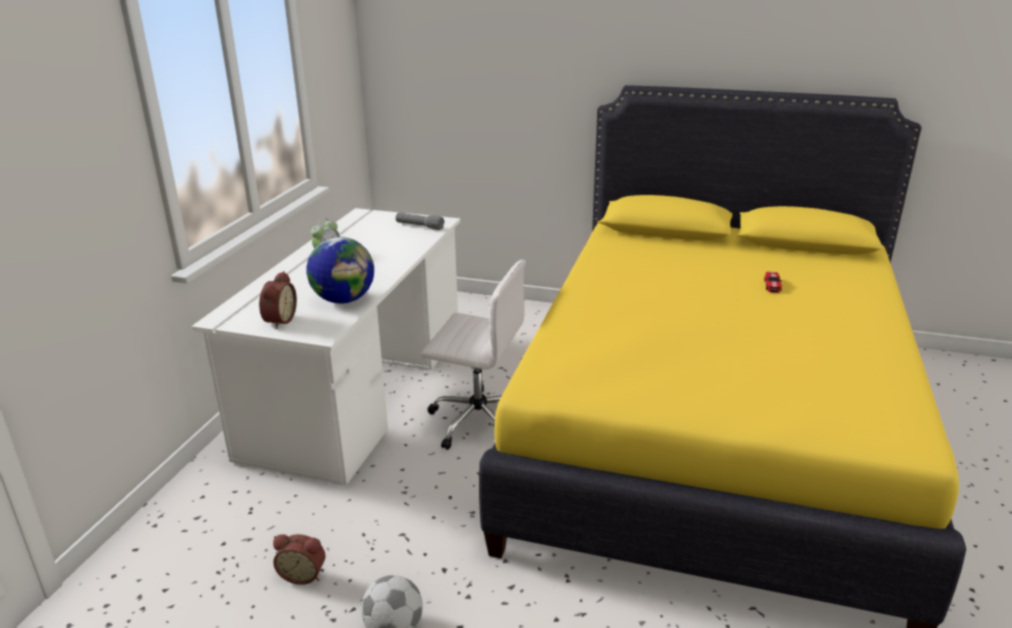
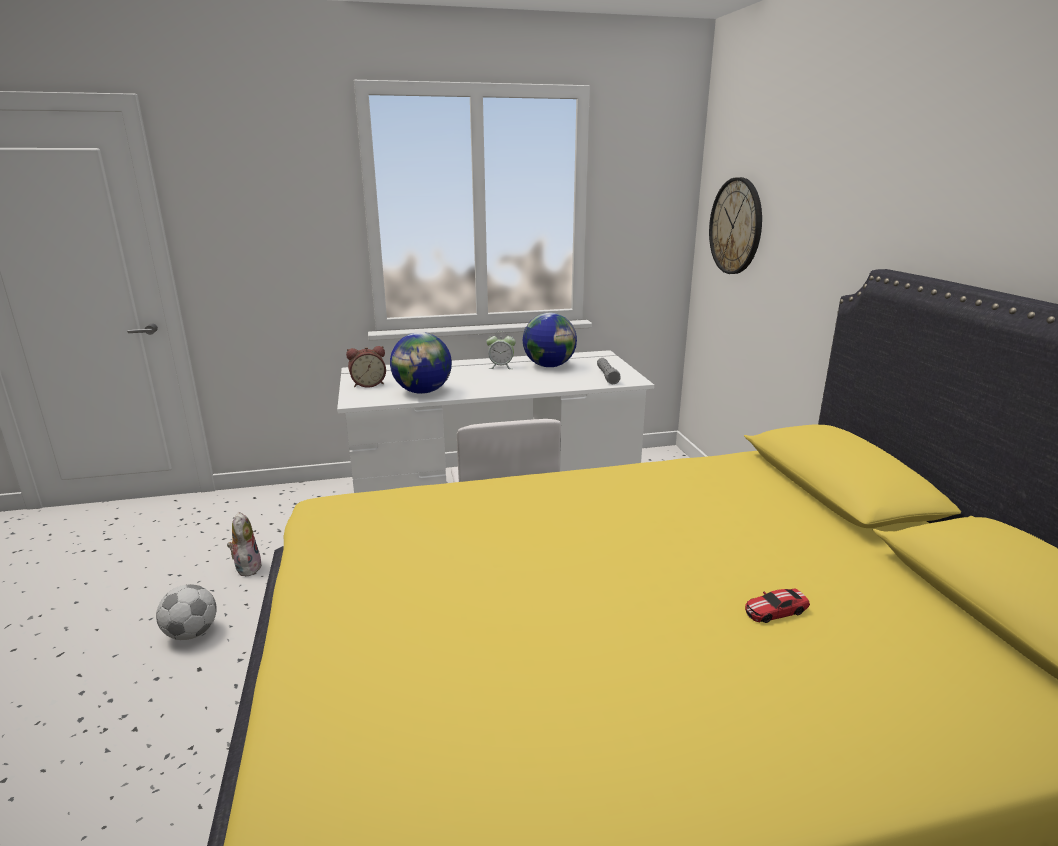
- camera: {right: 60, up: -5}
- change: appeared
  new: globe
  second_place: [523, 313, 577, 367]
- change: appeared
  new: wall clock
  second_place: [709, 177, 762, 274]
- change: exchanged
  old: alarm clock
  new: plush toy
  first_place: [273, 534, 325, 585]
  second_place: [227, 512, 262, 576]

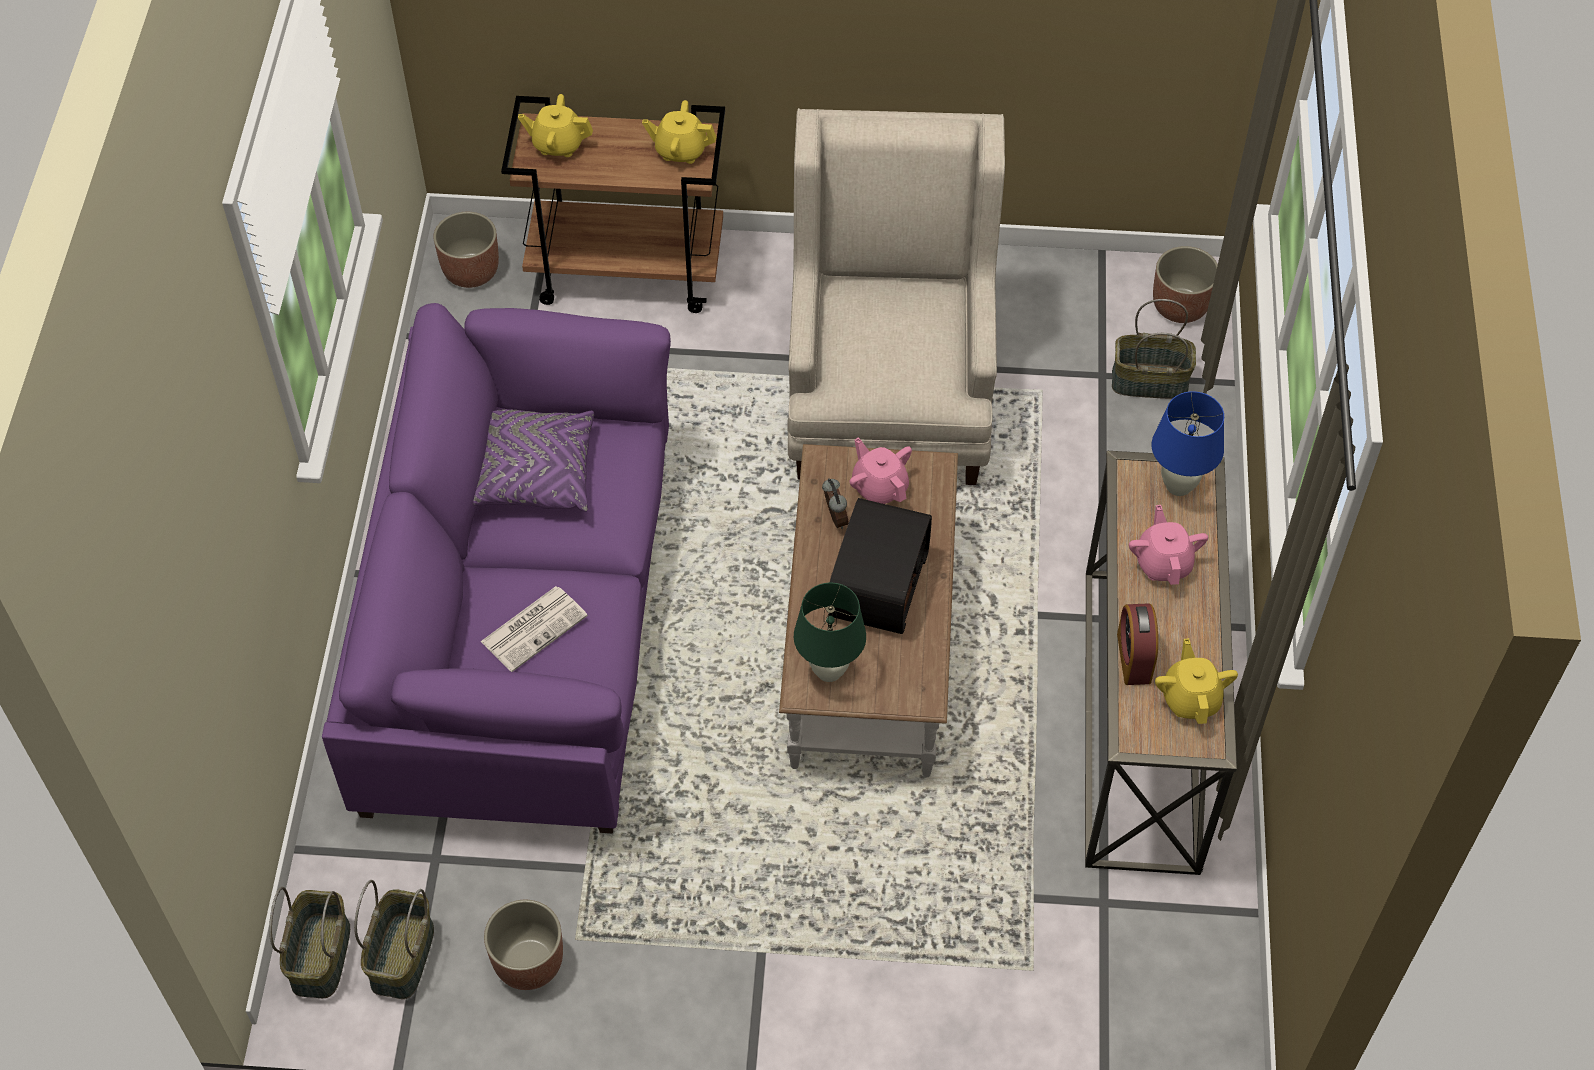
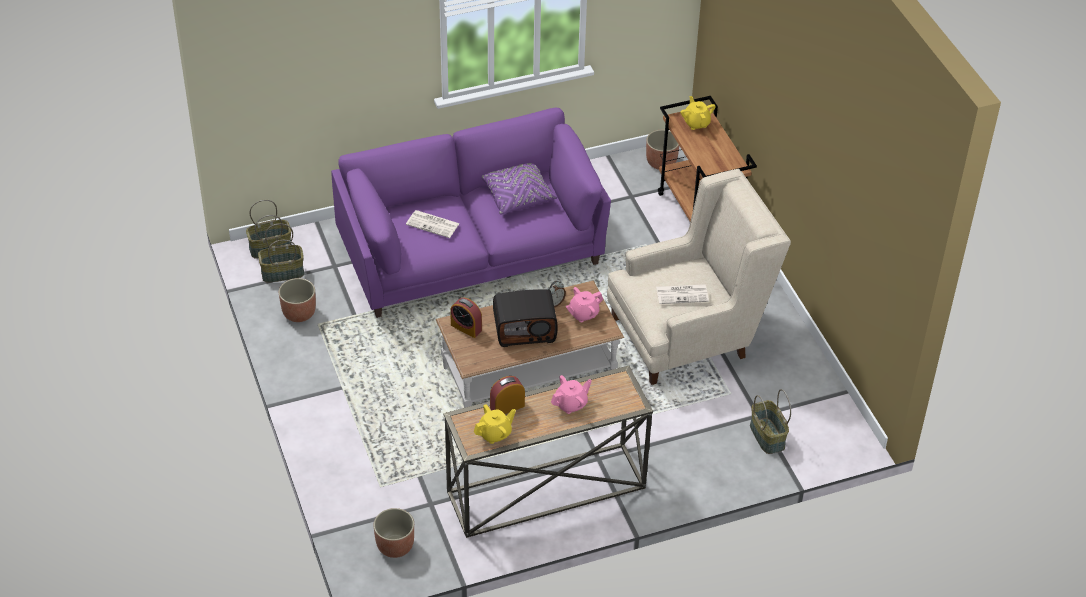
- camera: {right: 65, up: -10}
- change: missing
  old: teapot in yellow
  first_place: [642, 100, 717, 164]
- change: missing
  old: table lamp in blue
  first_place: [1152, 391, 1224, 496]
- change: appeared
  new: newspaper
  second_place: [656, 284, 709, 304]
- change: relocated
  old: planter
  first_place: [1153, 246, 1218, 323]
  second_place: [373, 508, 414, 558]
- change: exchanged
  old: table lamp in green
  new: alarm clock
  first_place: [794, 583, 866, 682]
  second_place: [450, 298, 482, 338]
- change: spun
  old: teapot in pink
  first_place: [850, 438, 912, 504]
  second_place: [565, 287, 603, 322]
  degrees: -150

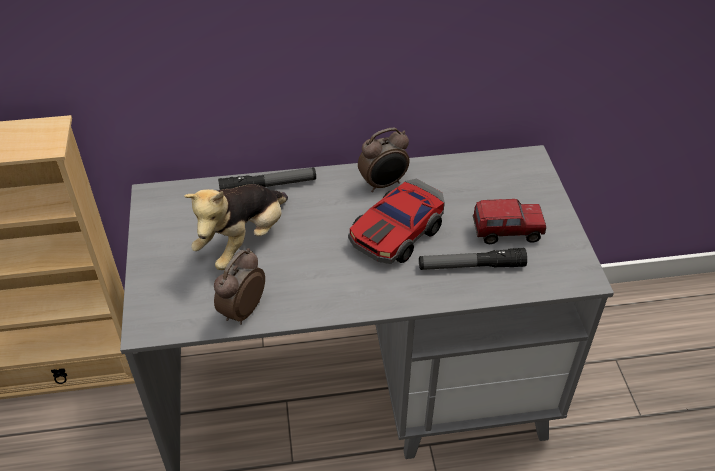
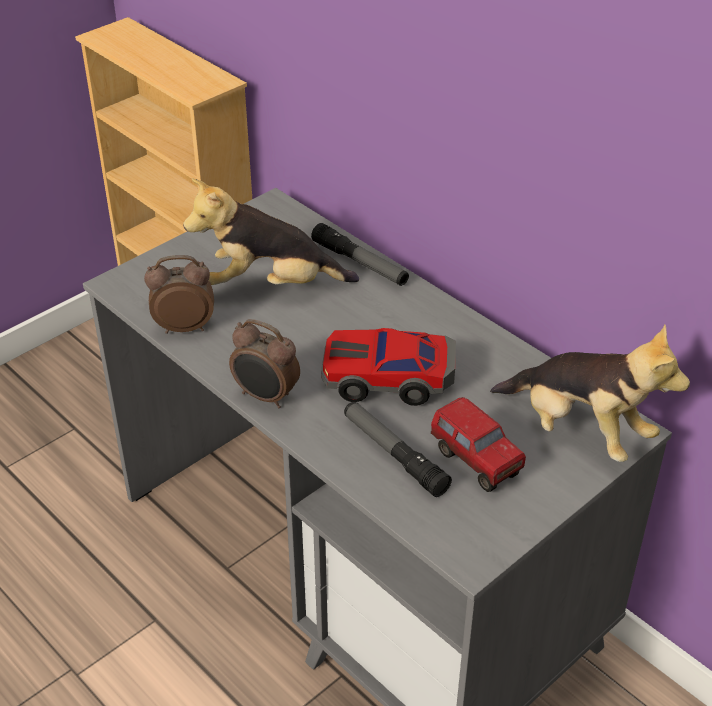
- camera: {right: 55, up: -5}
- change: appeared
  new: plush toy
  second_place: [490, 325, 690, 462]
- change: relocated
  old: alarm clock
  first_place: [358, 128, 410, 192]
  second_place: [229, 319, 300, 408]

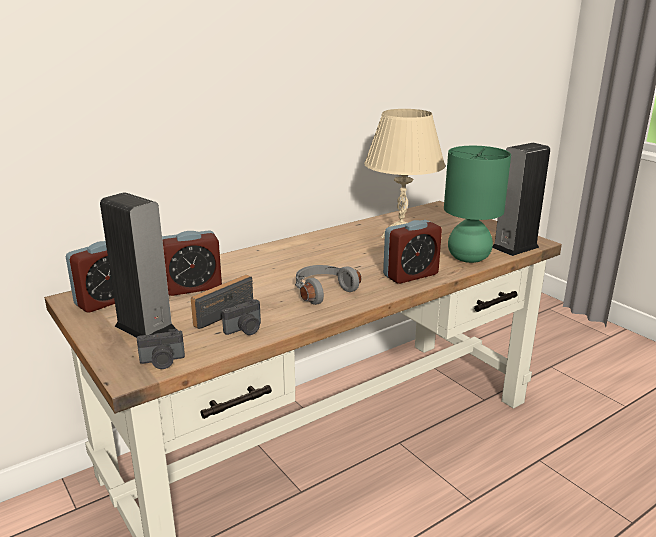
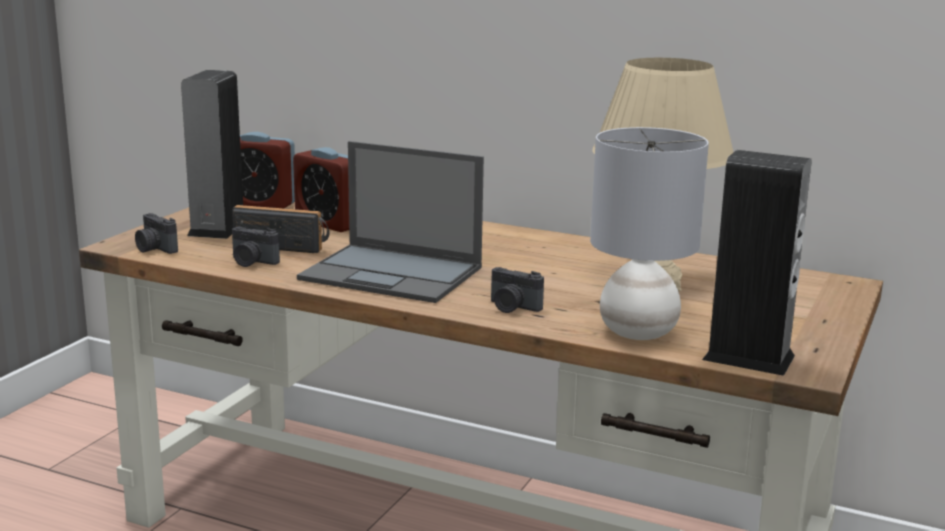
- camera: {right: 60, up: -5}
- change: exchanged
  old: headphones in grey
  new: laptop
  first_place: [295, 265, 361, 305]
  second_place: [297, 141, 484, 303]
- change: exchanged
  old: alarm clock
  new: photo camera
  first_place: [383, 220, 442, 284]
  second_place: [491, 267, 544, 313]
- change: colour
  old: table lamp in green
  new: table lamp in grey
  first_place: [444, 146, 511, 263]
  second_place: [590, 127, 709, 340]

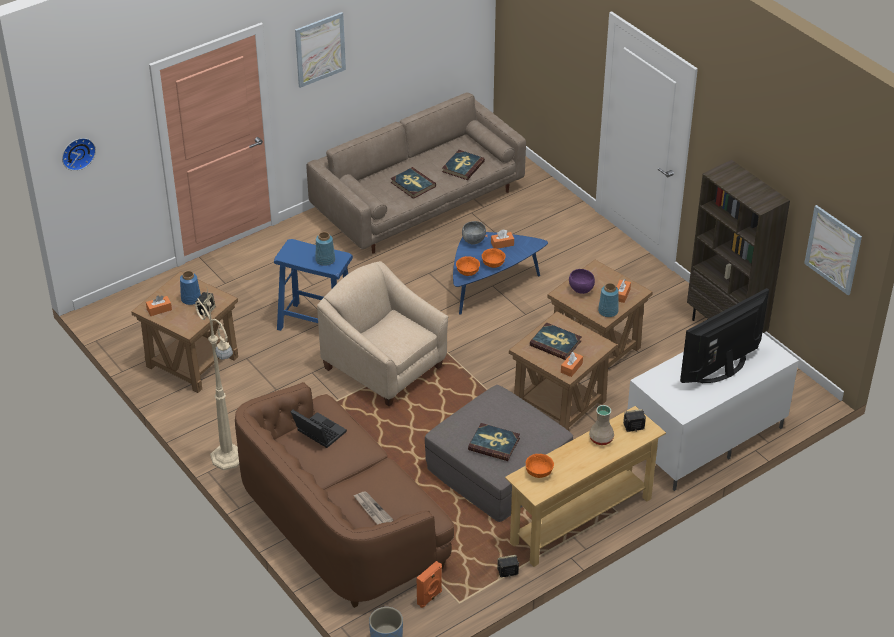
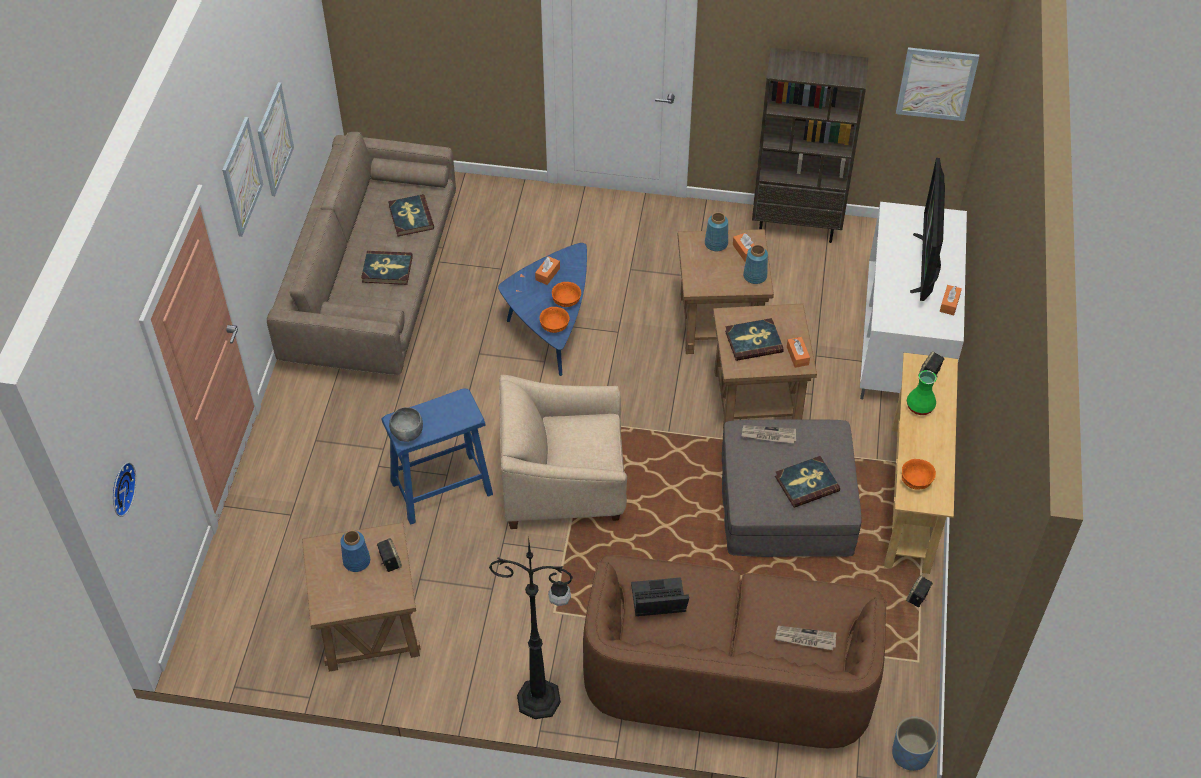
- camera: {right: -45, up: 10}
- change: missing
  old: speaker in orange
  first_place: [417, 561, 442, 608]
- change: missing
  old: bowl in purple
  first_place: [569, 269, 595, 294]
- change: appeared
  new: picture
  second_place: [258, 82, 294, 196]
- change: appeared
  new: newspaper
  second_place: [742, 425, 796, 443]
- change: relocated
  old: tissue box in orange
  first_place: [146, 295, 172, 316]
  second_place: [940, 285, 962, 315]
- change: relocated
  old: vase in blue
  first_place: [316, 232, 335, 266]
  second_place: [705, 212, 728, 251]
- change: relocated
  old: bowl in grey
  first_place: [462, 221, 486, 244]
  second_place: [389, 407, 423, 442]
- change: colour
  old: floor lamp in beige
  new: floor lamp in black
  first_place: [195, 289, 239, 470]
  second_place: [489, 538, 573, 719]
- change: colour
  old: vase in beige
  new: vase in green
  first_place: [589, 405, 614, 445]
  second_place: [907, 370, 937, 415]

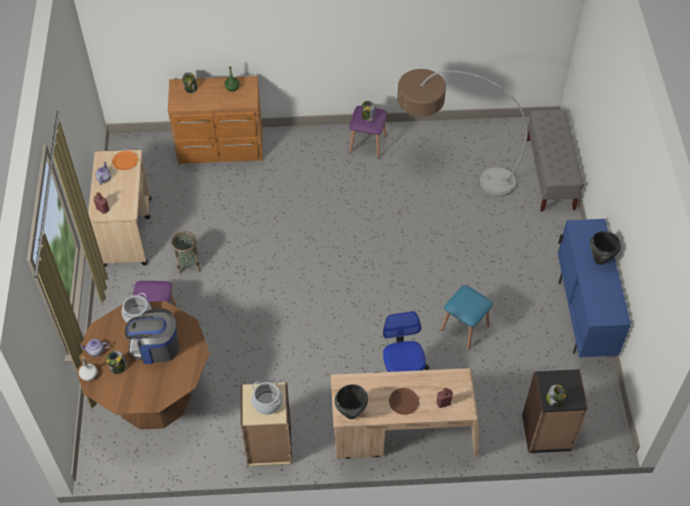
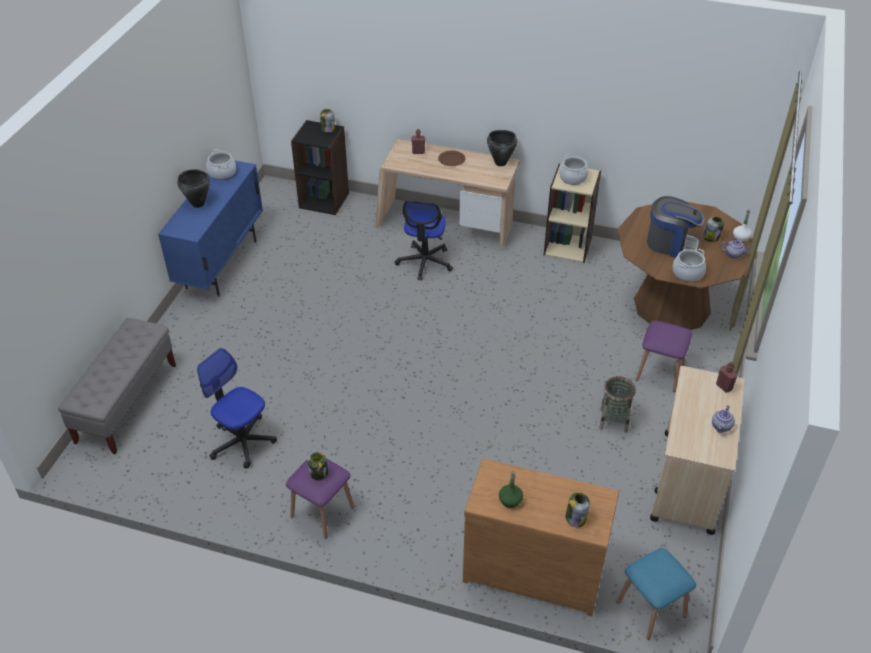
- camera: {right: -160, up: -10}
- change: missing
  old: plate in orange
  first_place: [112, 151, 138, 170]
- change: appeared
  new: cooking pot
  second_place: [207, 149, 236, 180]
- change: relocated
  old: stool in blue
  first_place: [441, 285, 493, 349]
  second_place: [617, 548, 696, 640]
- change: exchanged
  old: floor lamp
  new: office chair
  first_place: [397, 69, 528, 197]
  second_place: [197, 348, 277, 468]

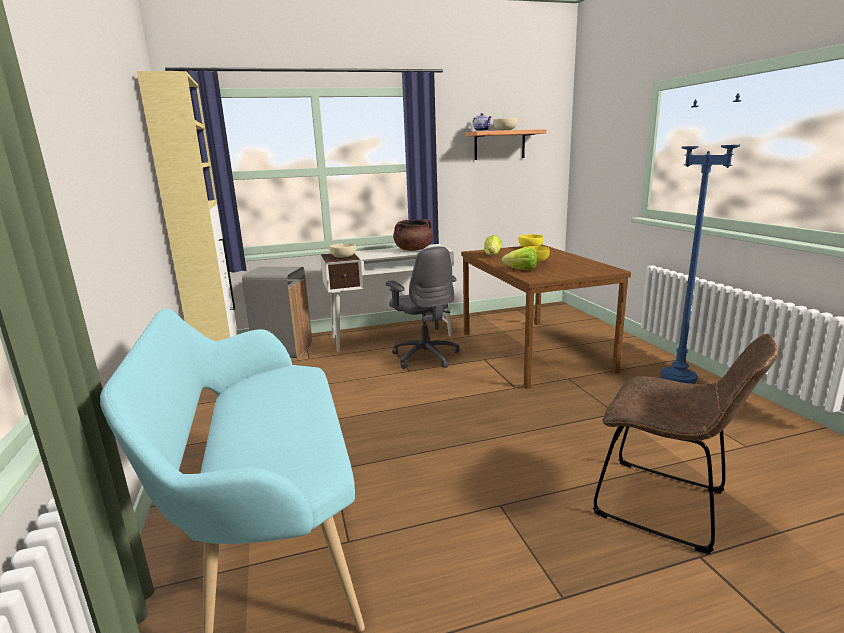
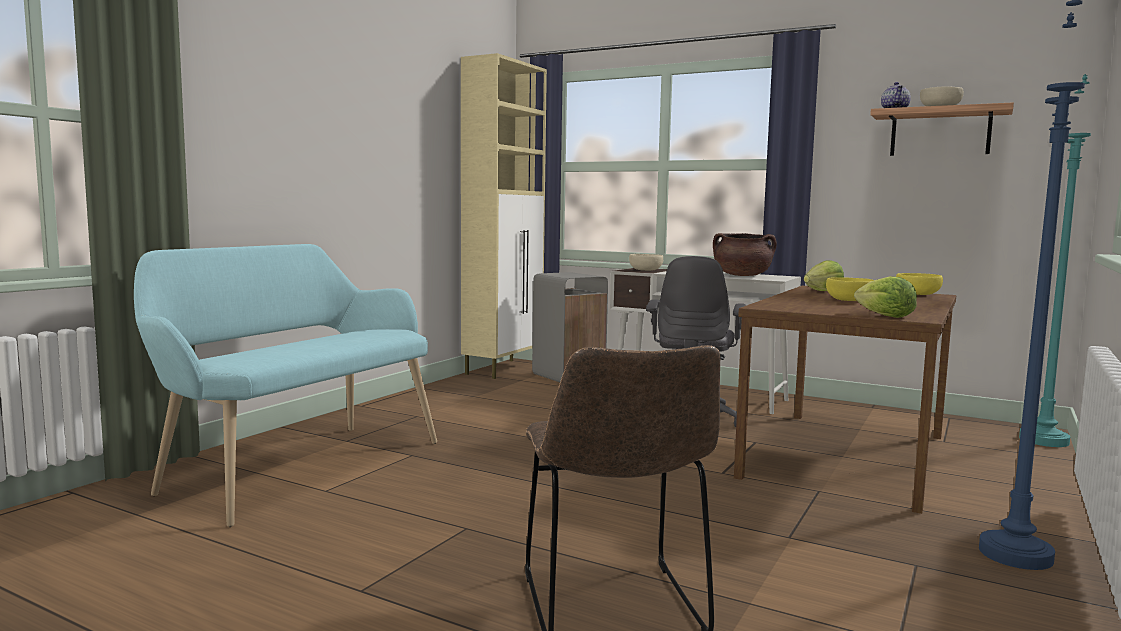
- camera: {right: 45, up: -10}
- change: appeared
  new: floor lamp in turquoise
  second_place: [1019, 74, 1091, 447]
- change: relocated
  old: lettuce
  first_place: [501, 248, 537, 270]
  second_place: [854, 276, 917, 318]

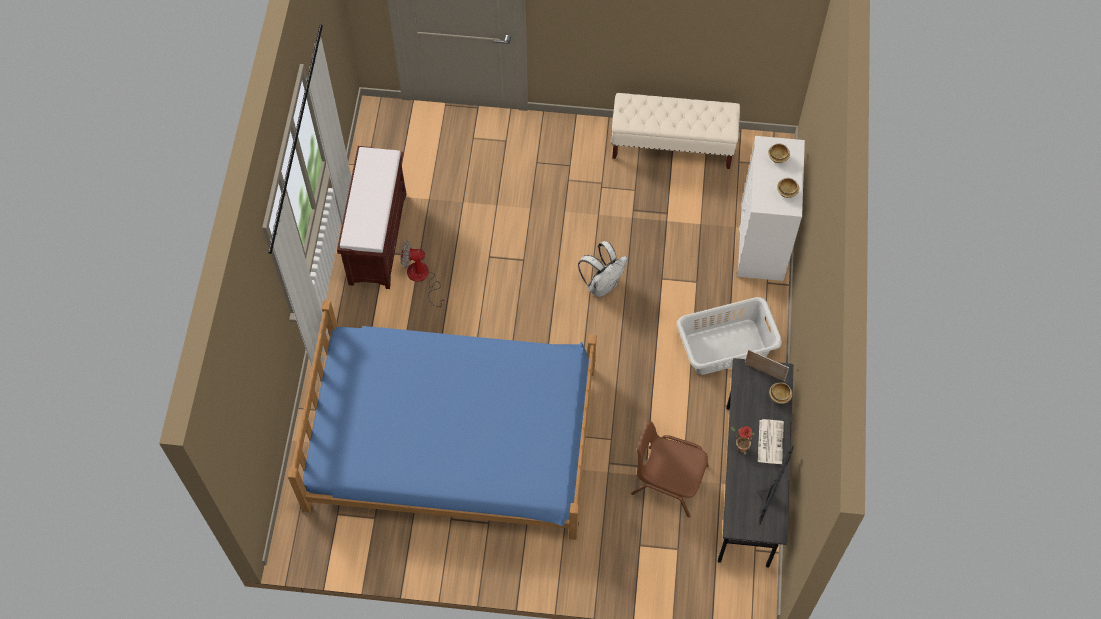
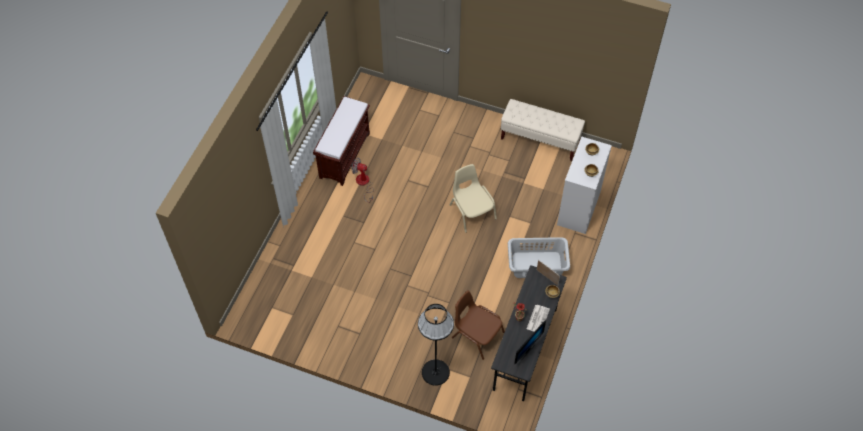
- camera: {right: 15, up: -5}
- change: missing
  old: bed in blue
  first_place: [288, 301, 597, 540]
- change: appeared
  new: floor lamp in black
  second_place: [418, 304, 454, 386]
- change: exchanged
  old: backpack in white
  new: chair in beige
  first_place: [578, 241, 628, 297]
  second_place: [450, 164, 497, 233]

